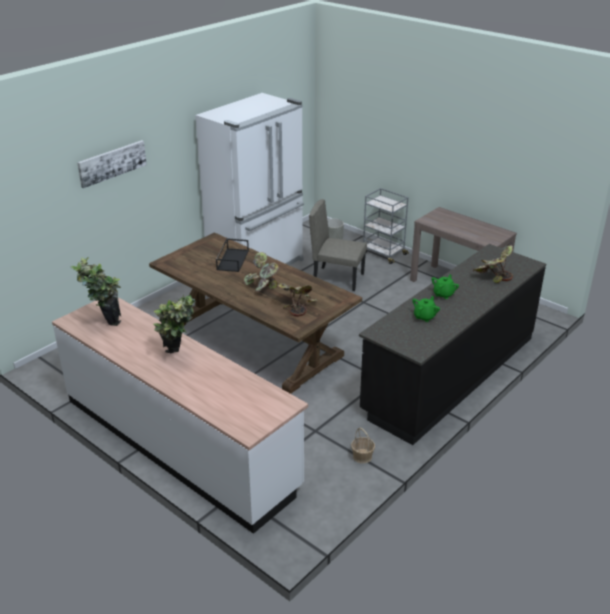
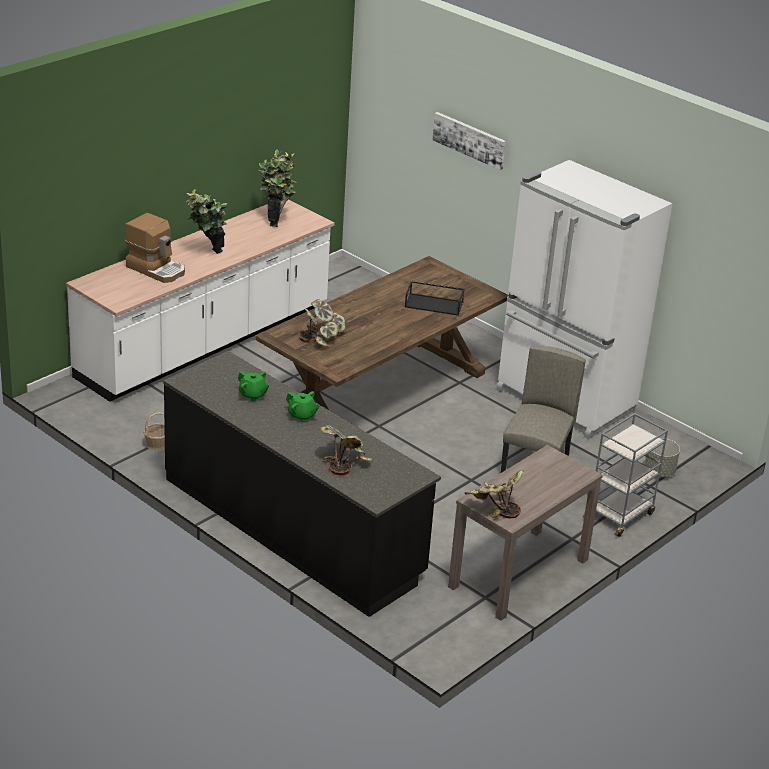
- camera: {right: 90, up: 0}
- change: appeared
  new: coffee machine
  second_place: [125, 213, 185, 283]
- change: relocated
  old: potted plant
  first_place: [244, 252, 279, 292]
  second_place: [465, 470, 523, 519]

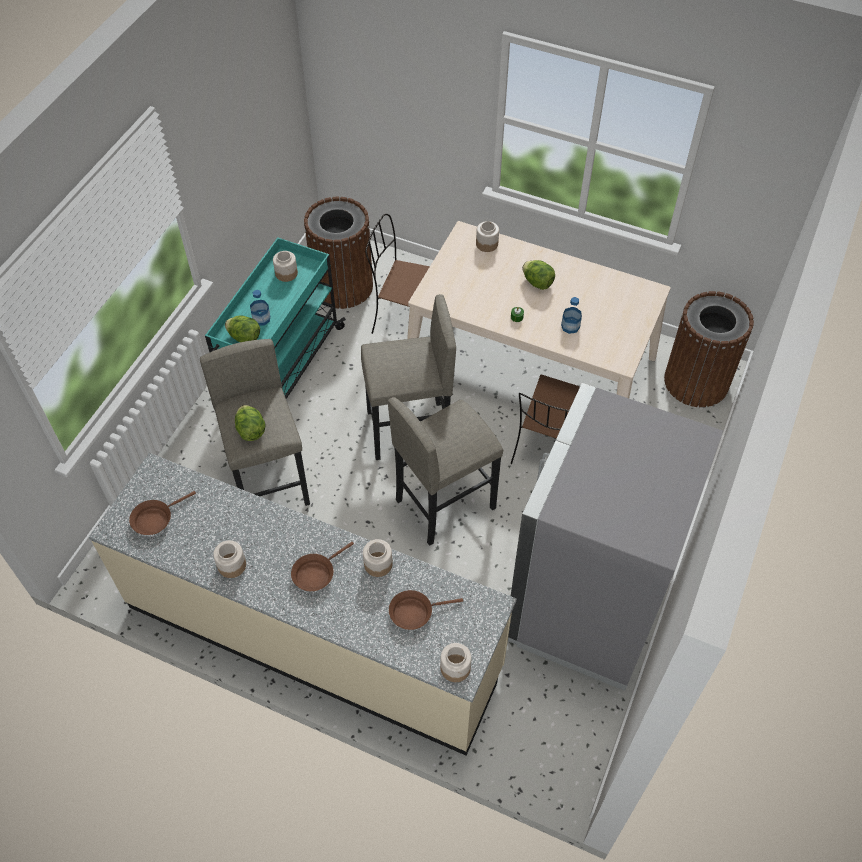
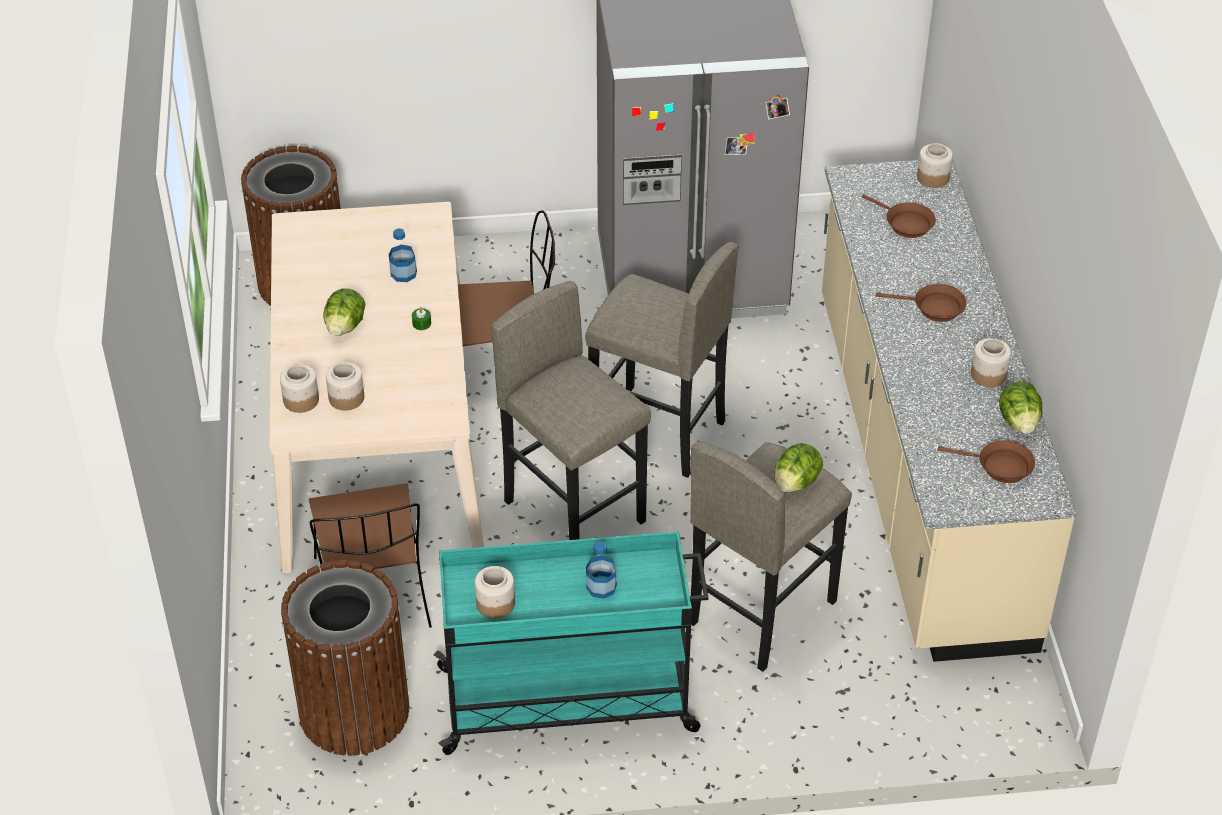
- camera: {right: -120, up: -10}
- change: relocated
  old: lettuce
  first_place: [225, 315, 260, 342]
  second_place: [999, 382, 1042, 434]
- change: relocated
  old: jar
  first_place: [363, 539, 393, 577]
  second_place: [326, 362, 364, 410]

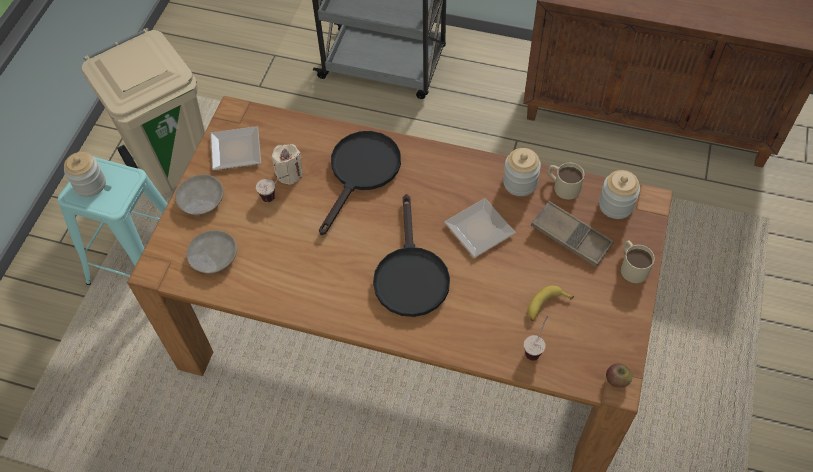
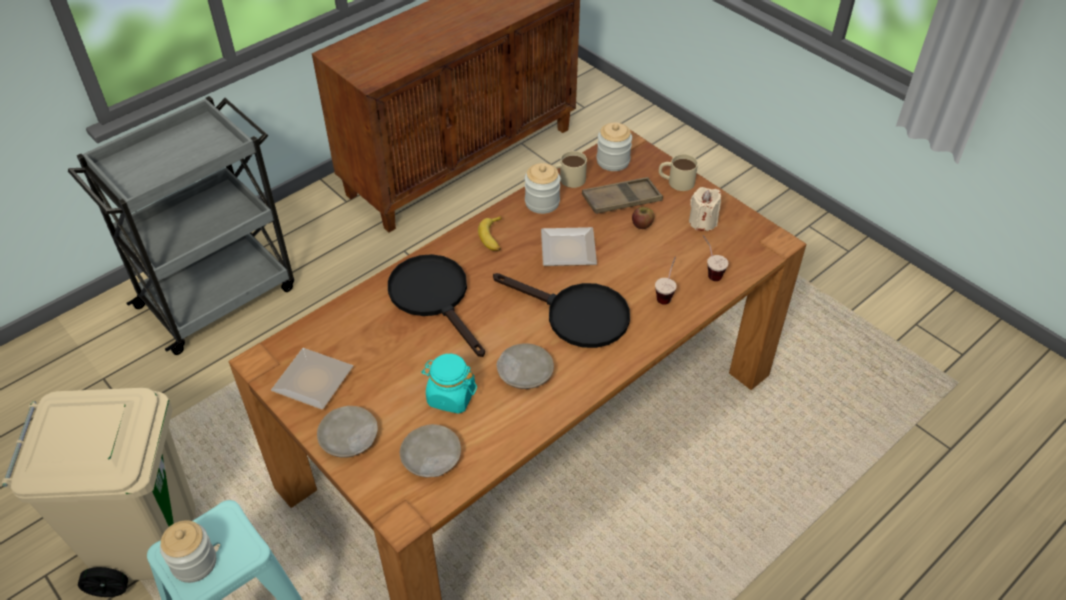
- camera: {right: -60, up: -10}
- change: appeared
  new: jar in turquoise
  second_place: [421, 354, 477, 414]
- change: appeared
  new: plate in beige
  second_place: [497, 343, 554, 389]
- change: relocated
  old: cup
  first_place: [256, 175, 289, 202]
  second_place: [655, 256, 677, 305]
- change: relocated
  old: candle in beige
  first_place: [271, 144, 303, 185]
  second_place: [689, 187, 721, 231]
- change: relocated
  old: banana
  first_place: [528, 286, 574, 321]
  second_place: [478, 216, 502, 251]
- change: relocated
  old: apple
  first_place: [606, 363, 632, 388]
  second_place: [632, 207, 654, 229]

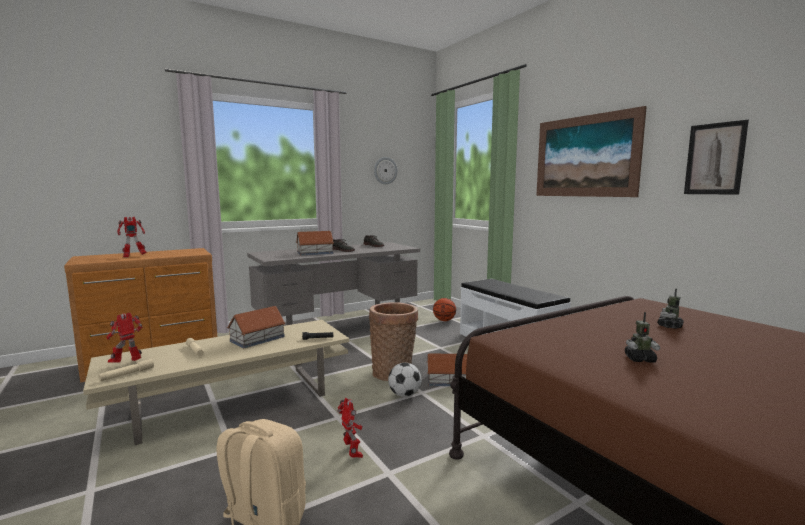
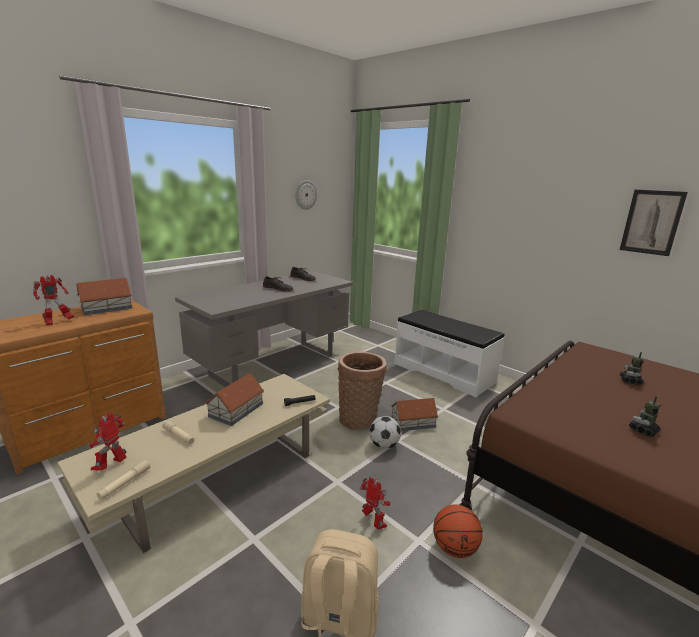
- camera: {right: -15, up: 10}
- change: missing
  old: picture
  first_place: [536, 106, 647, 197]
- change: relocated
  old: toy house
  first_place: [296, 231, 334, 255]
  second_place: [76, 278, 132, 315]
- change: relocated
  old: basketball
  first_place: [433, 298, 456, 321]
  second_place: [433, 504, 483, 558]
- change: spun
  old: toy robot
  first_place: [625, 312, 660, 363]
  second_place: [629, 396, 661, 437]
  degrees: 150

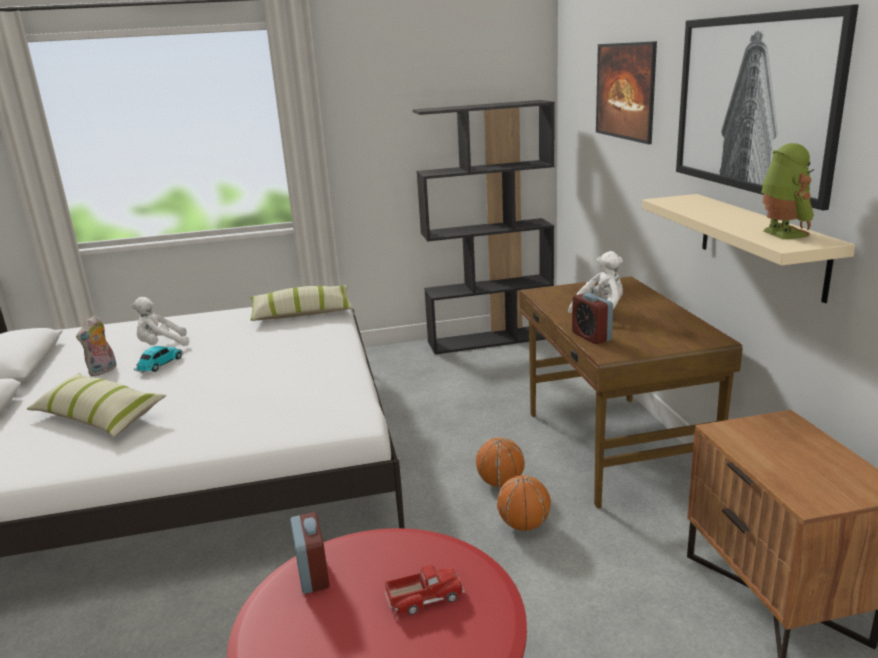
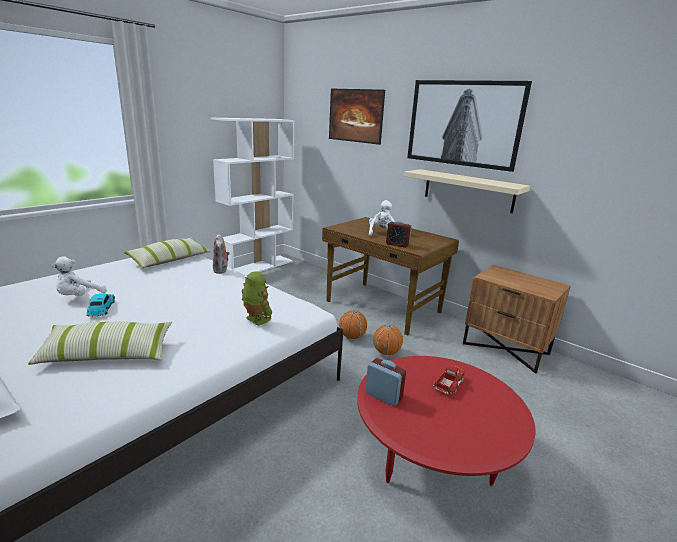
- camera: {right: -40, up: 0}
- change: relocated
  old: plush toy
  first_place: [76, 316, 116, 376]
  second_place: [213, 234, 230, 274]
- change: relocated
  old: toy robot
  first_place: [761, 143, 814, 239]
  second_place: [242, 272, 272, 326]
- change: colour
  old: bookcase in black
  new: bookcase in white
  first_place: [412, 100, 555, 354]
  second_place: [211, 118, 294, 276]

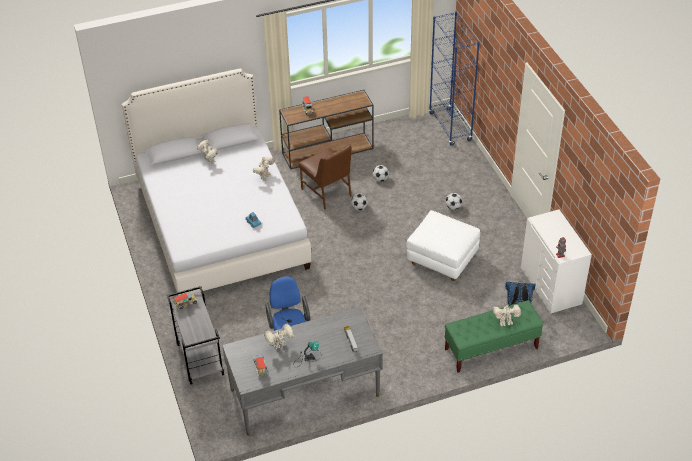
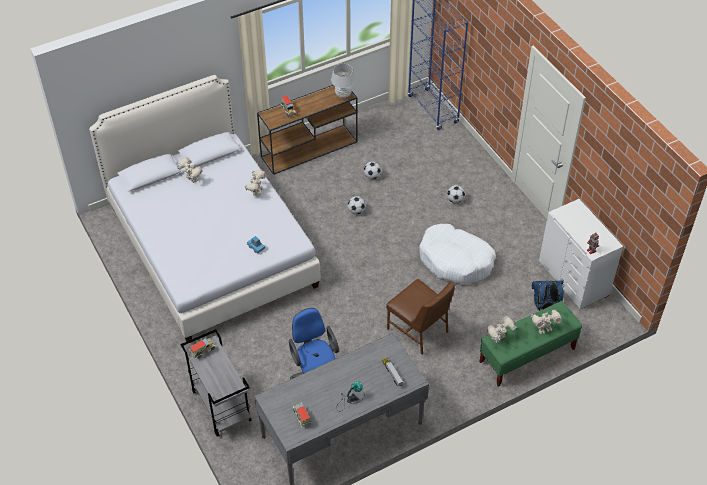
- camera: {right: -10, up: 5}
- change: appeared
  new: table lamp in white
  second_place: [331, 64, 356, 98]
- change: relocated
  old: toy robot
  first_place: [264, 324, 294, 349]
  second_place: [486, 316, 517, 343]
- change: relocated
  old: chair in brown
  first_place: [299, 144, 351, 209]
  second_place: [386, 279, 455, 354]
- change: exchanged
  old: ottoman in white
  new: dog bed in white
  first_place: [406, 210, 480, 281]
  second_place: [419, 224, 496, 285]

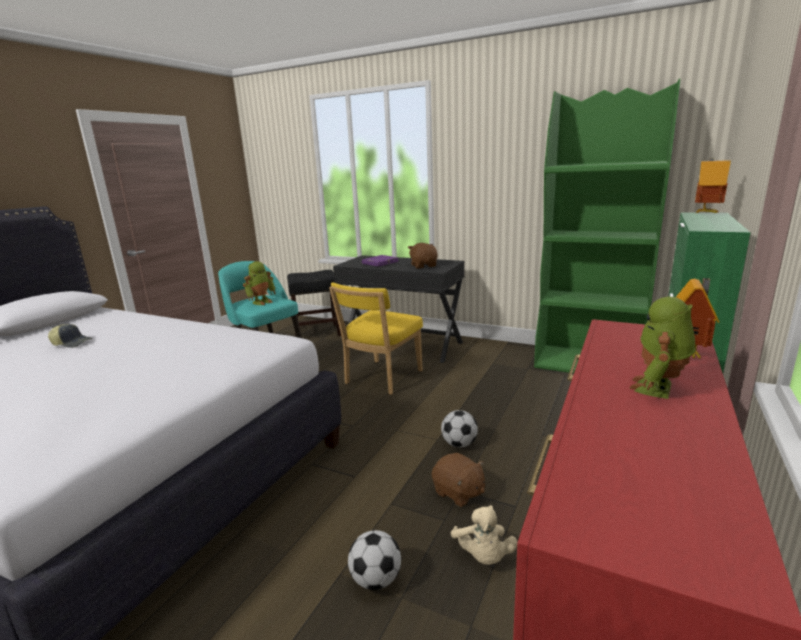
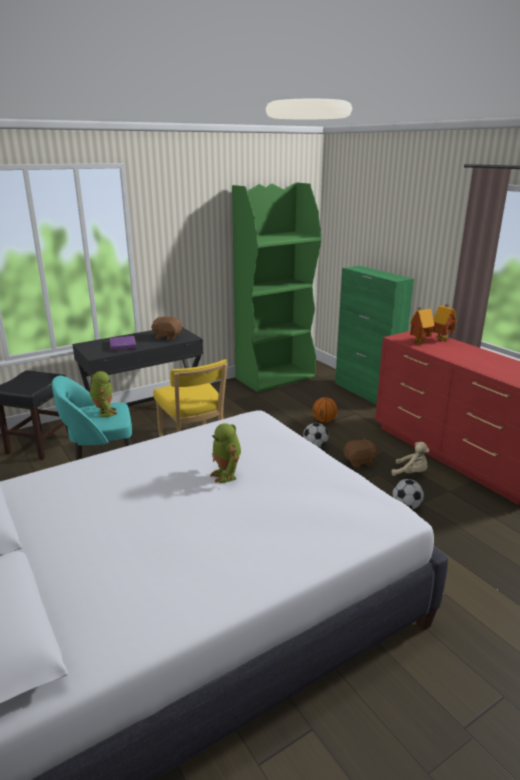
- camera: {right: -60, up: 5}
- change: missing
  old: cap
  first_place: [48, 324, 92, 348]
- change: appeared
  new: basketball
  second_place: [313, 397, 338, 423]
- change: relocated
  old: toy robot
  first_place: [629, 297, 696, 399]
  second_place: [210, 423, 241, 483]
- change: relocated
  old: toy house
  first_place: [695, 158, 731, 214]
  second_place: [410, 307, 435, 345]

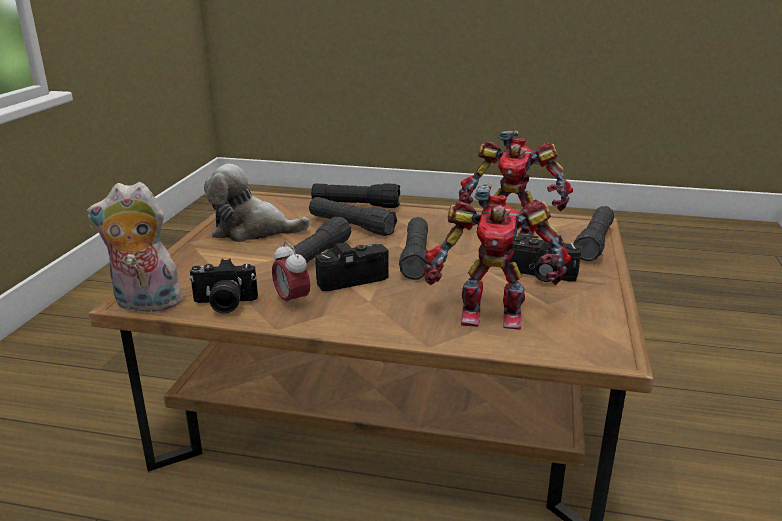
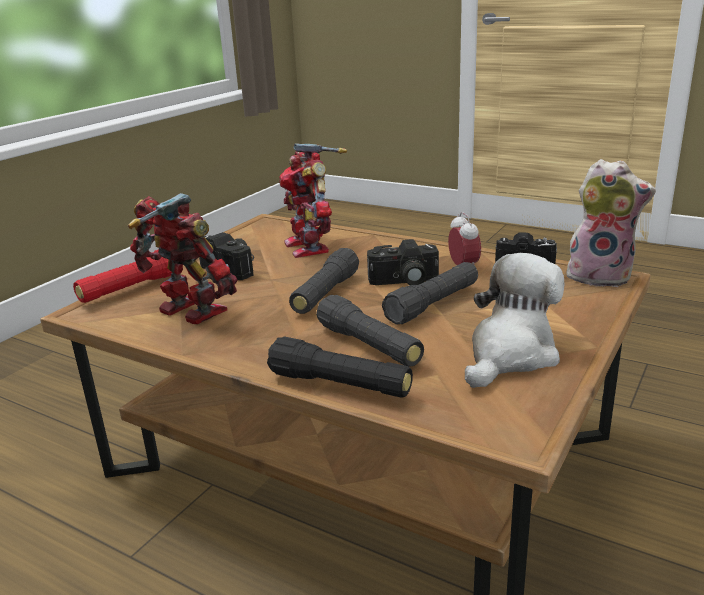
- camera: {right: -160, up: 0}
- change: colour
  old: flashlight in black
  new: flashlight in red
  first_place: [574, 206, 615, 261]
  second_place: [73, 249, 172, 303]
- change: spun
  old: plush toy
  first_place: [204, 164, 310, 242]
  second_place: [465, 253, 564, 388]
  degrees: -75
- change: spun
  old: toy robot
  first_place: [424, 183, 571, 329]
  second_place: [279, 143, 347, 258]
  degrees: -135

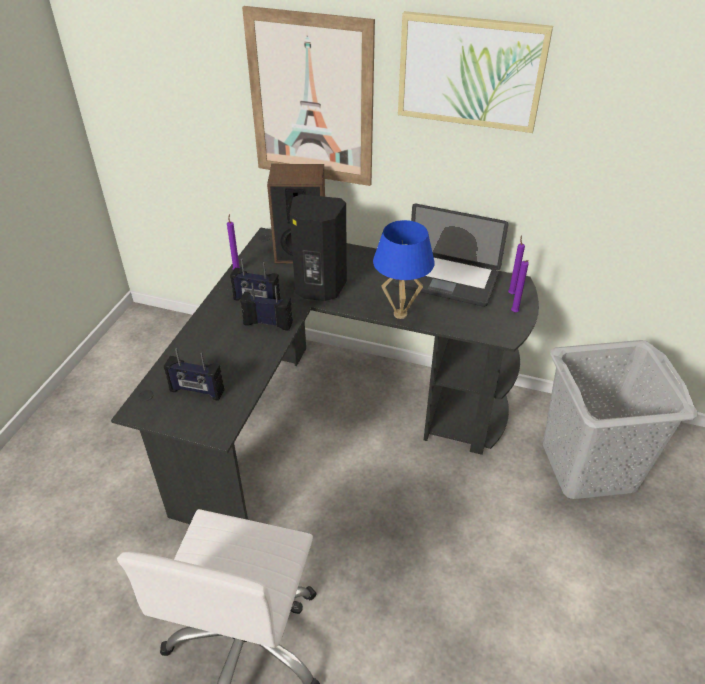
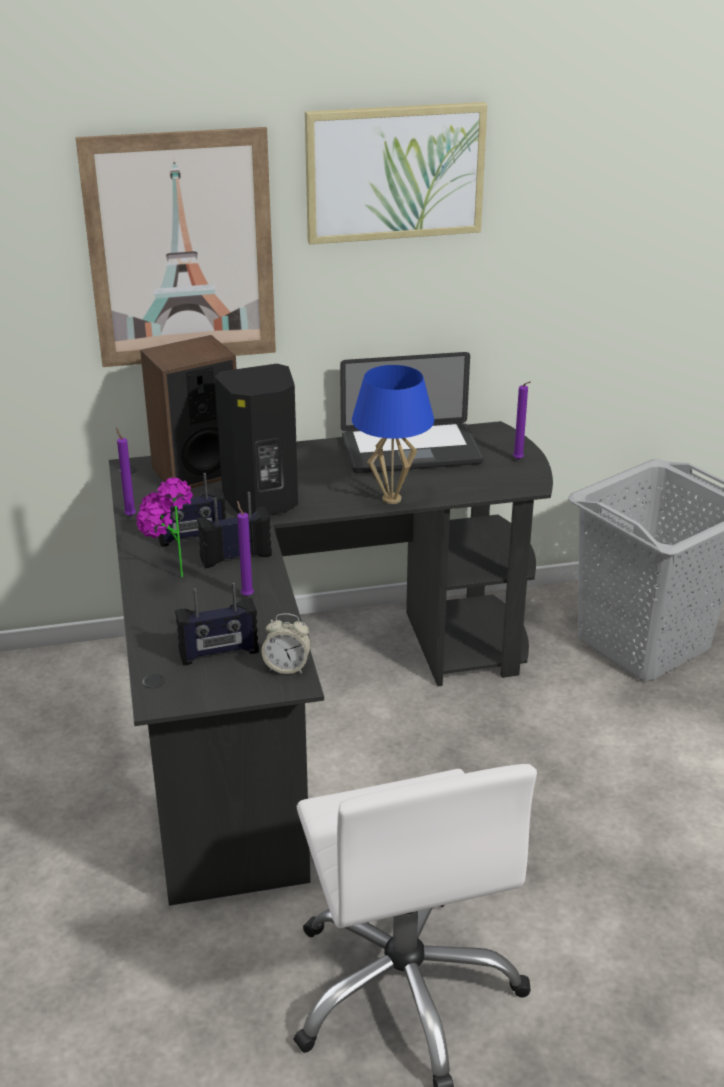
- camera: {right: -30, up: -10}
- change: appeared
  new: potted plant
  second_place: [136, 477, 193, 578]
- change: appeared
  new: alarm clock
  second_place: [261, 613, 311, 674]
- change: relocated
  old: candle in purple
  first_place: [508, 236, 525, 294]
  second_place: [237, 501, 254, 596]

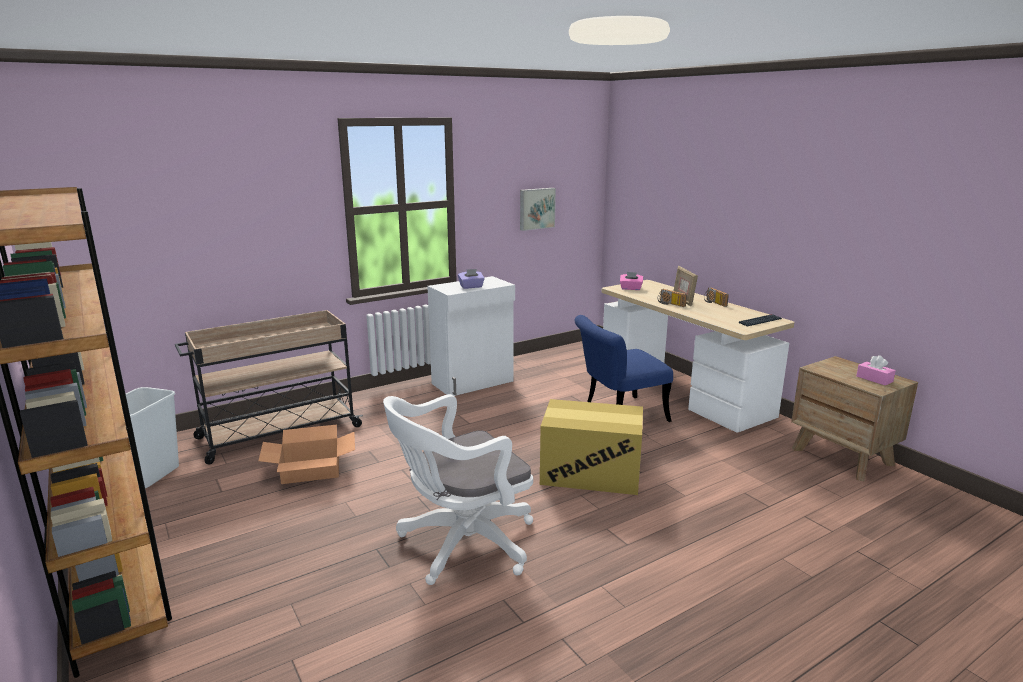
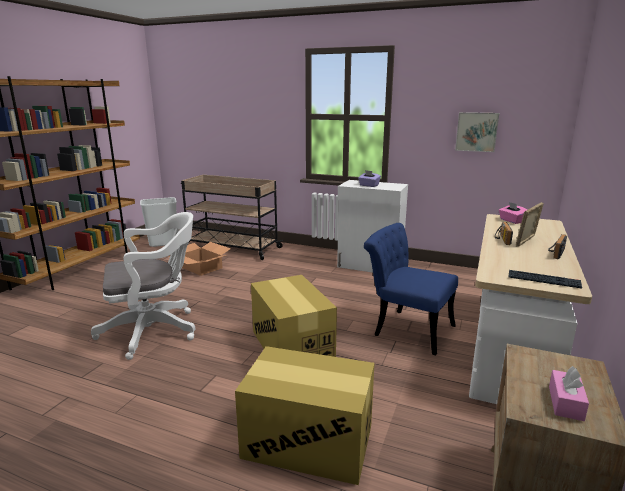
- camera: {right: 55, up: 0}
- change: appeared
  new: cardboard box
  second_place: [235, 346, 375, 485]
- change: spun
  old: office chair in white
  first_place: [383, 394, 533, 585]
  second_place: [91, 212, 196, 360]
  degrees: 135

